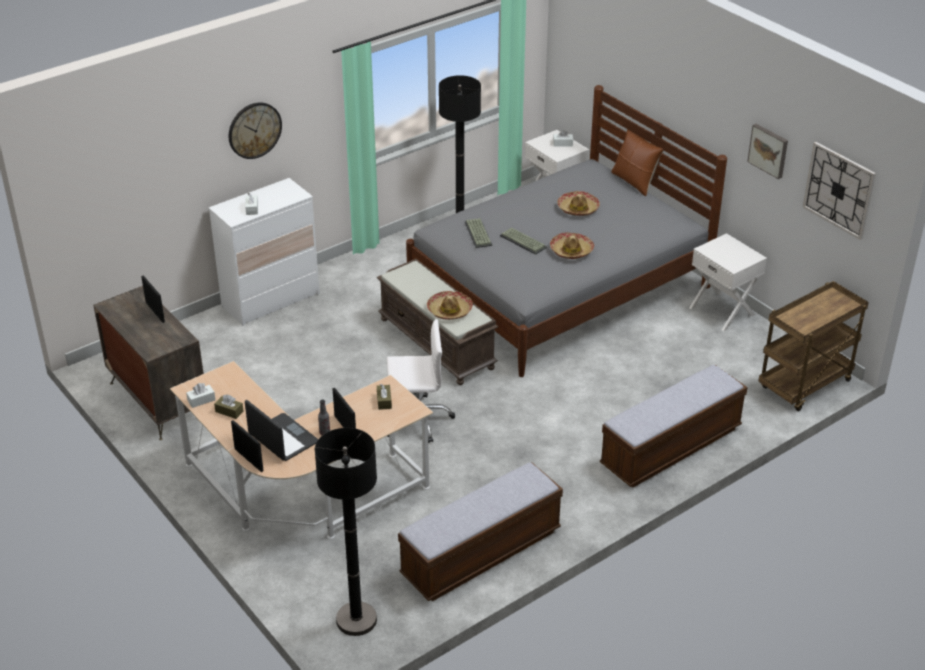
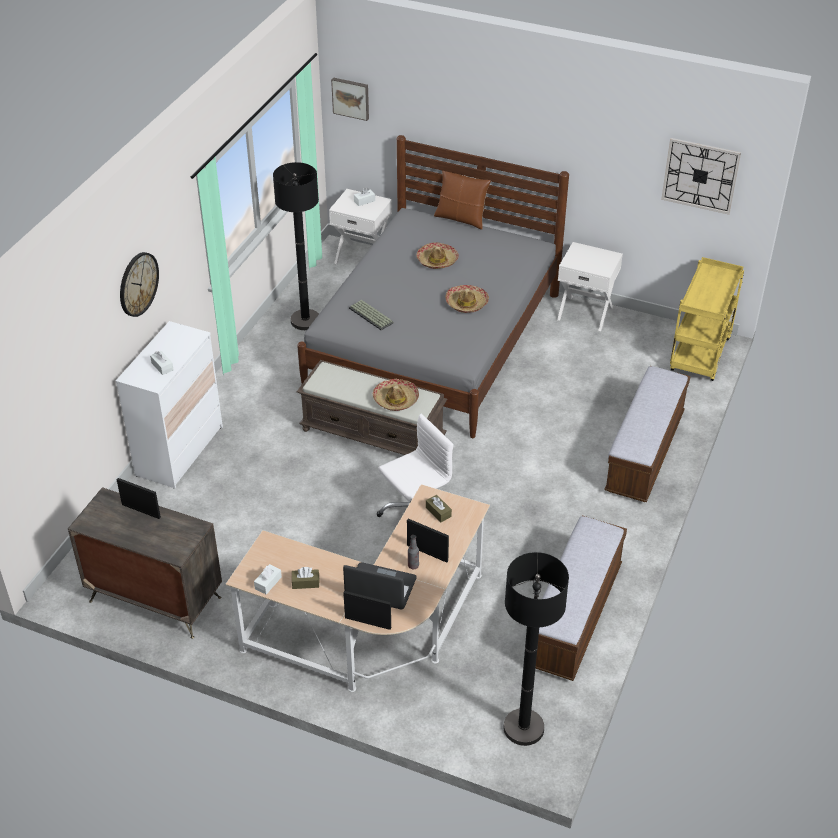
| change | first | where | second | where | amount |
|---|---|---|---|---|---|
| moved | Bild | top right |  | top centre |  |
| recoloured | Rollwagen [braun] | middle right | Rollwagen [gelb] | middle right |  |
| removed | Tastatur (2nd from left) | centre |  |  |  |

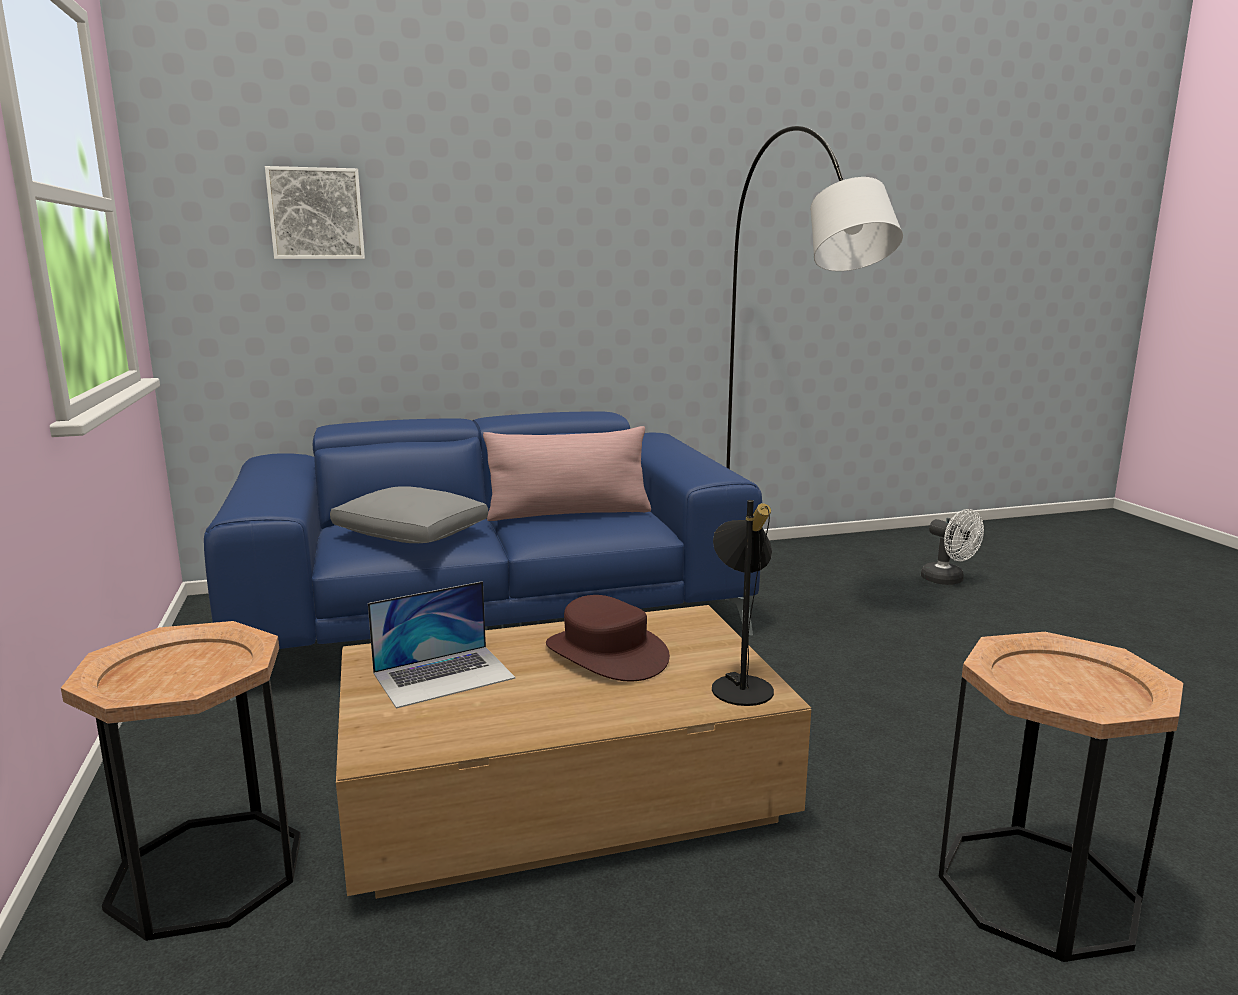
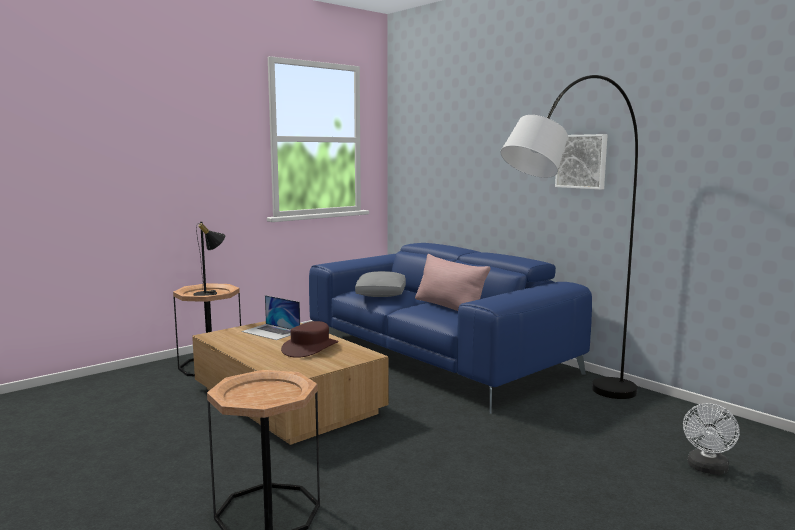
| change | first | where | second | where | amount |
|---|---|---|---|---|---|
| moved | Tischlampe [schwarz] | centre |  | middle left |  |
| moved | Bild | top left |  | top right |  |

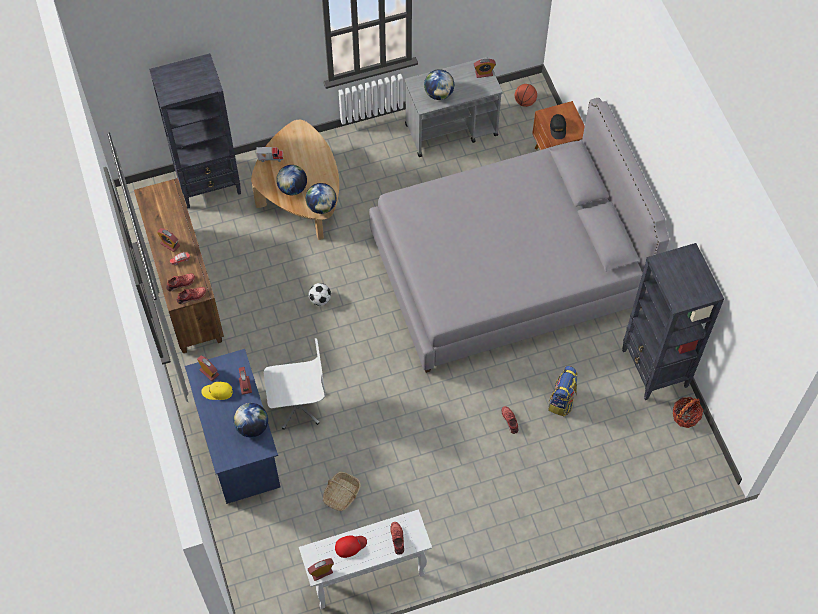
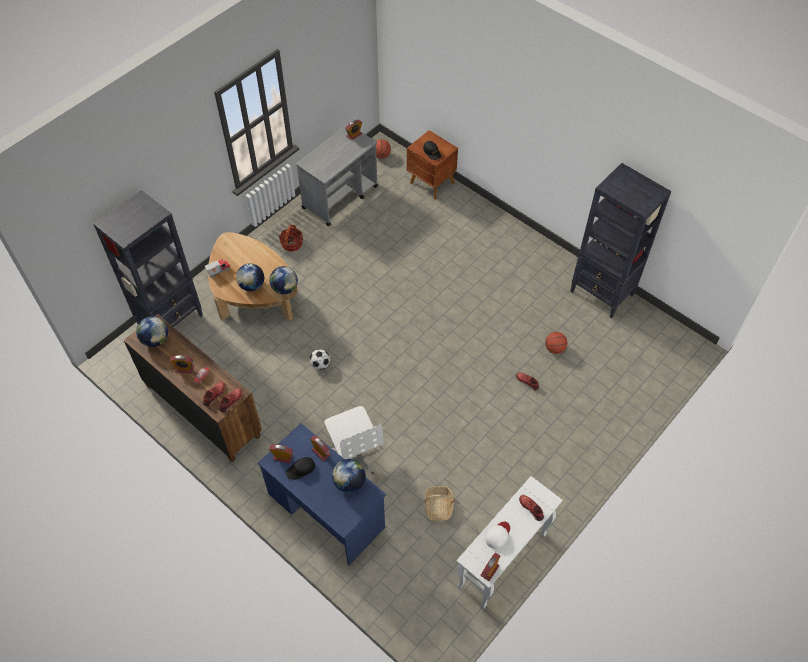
| change | first | where | second | where | amount |
|---|---|---|---|---|---|
| moved | Globus (4th from left in the first image) | top centre | Globus (1st from left) | middle left |  |
| moved | Korb (2nd from left in the first image) | bottom right | Korb (1st from left) | centre |  |
| recoloured | Kappe [gelb] | middle left | Kappe [schwarz] (1st from left) | bottom centre |  |
| turned | Bürostuhl [weiß] | centre |  | centre | 105 degrees clockwise |
| recoloured | Kappe [rot] | bottom centre | Kappe [weiß] | bottom centre |  |
| replaced | Rucksack | middle right | Basketball (2nd from left) | middle right |  |
| removed | Bett [grau] | centre |  |  |  |

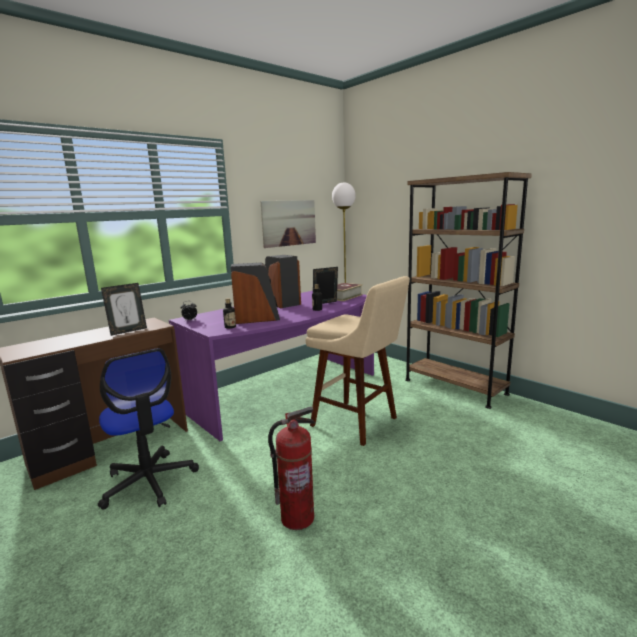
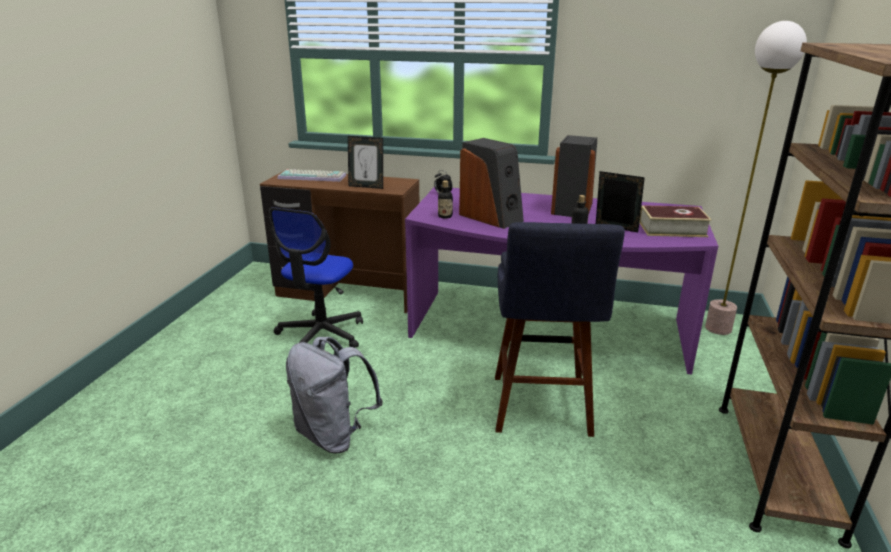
| change | first | where | second | where | amount |
|---|---|---|---|---|---|
| added |  |  | Tastatur | top centre |  |
| replaced | Feuerlöscher | bottom centre | Rucksack [grau] | bottom centre |  |
| recoloured | Hocker [beige] | centre | Hocker [blau] | centre |  |
| removed | Bild | centre |  |  |  |

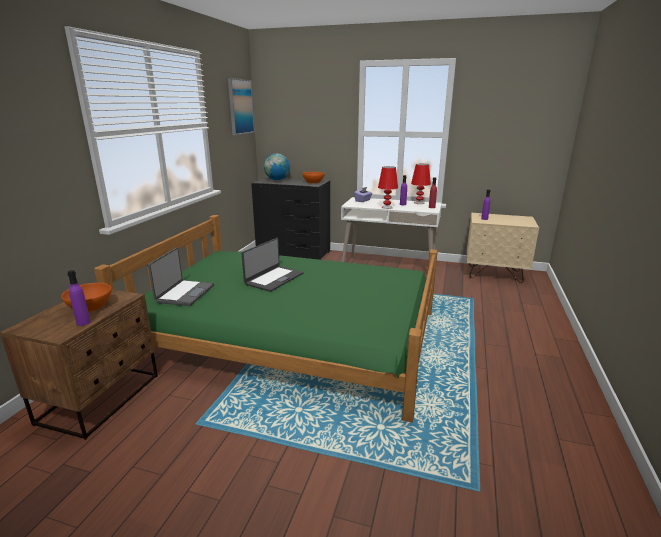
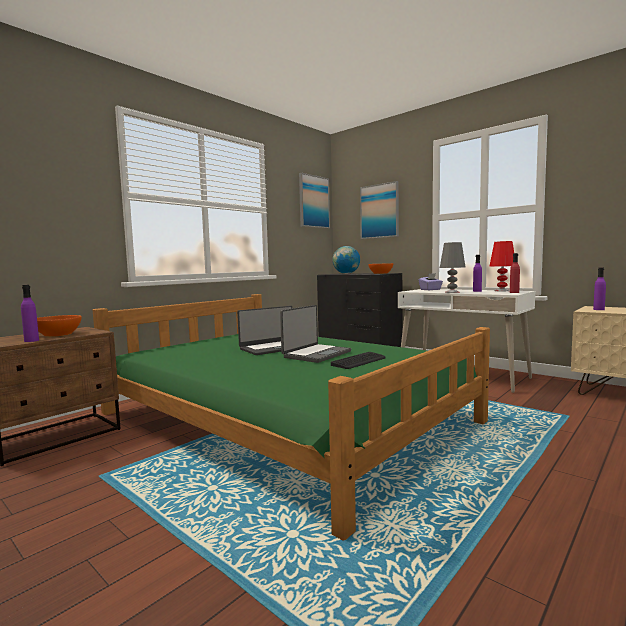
| change | first | where | second | where | amount |
|---|---|---|---|---|---|
| moved | Laptop (1st from left in the first image) | middle left | Laptop (2nd from left) | centre |  |
| added |  |  | Tastatur | centre |  |
| added |  |  | Bild (2nd from left) | centre |  |
| recoloured | Tischlampe [rot] (1st from left) | centre | Tischlampe [grau] | middle right |  |

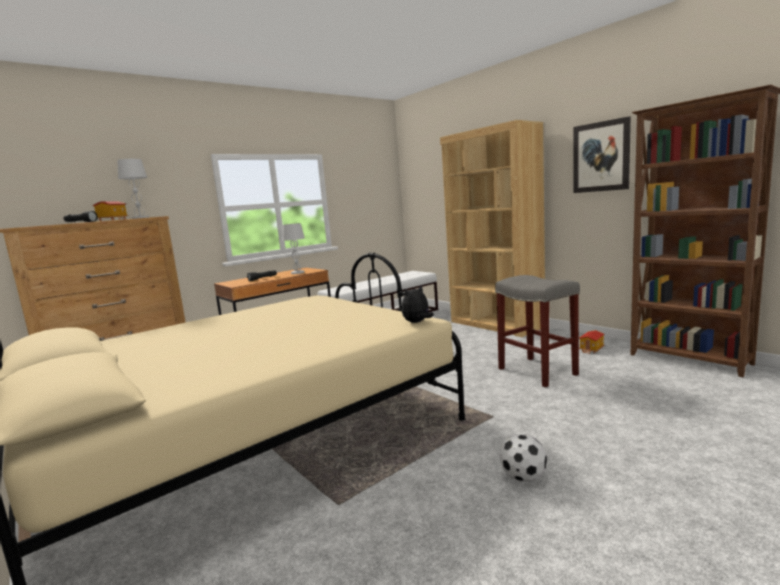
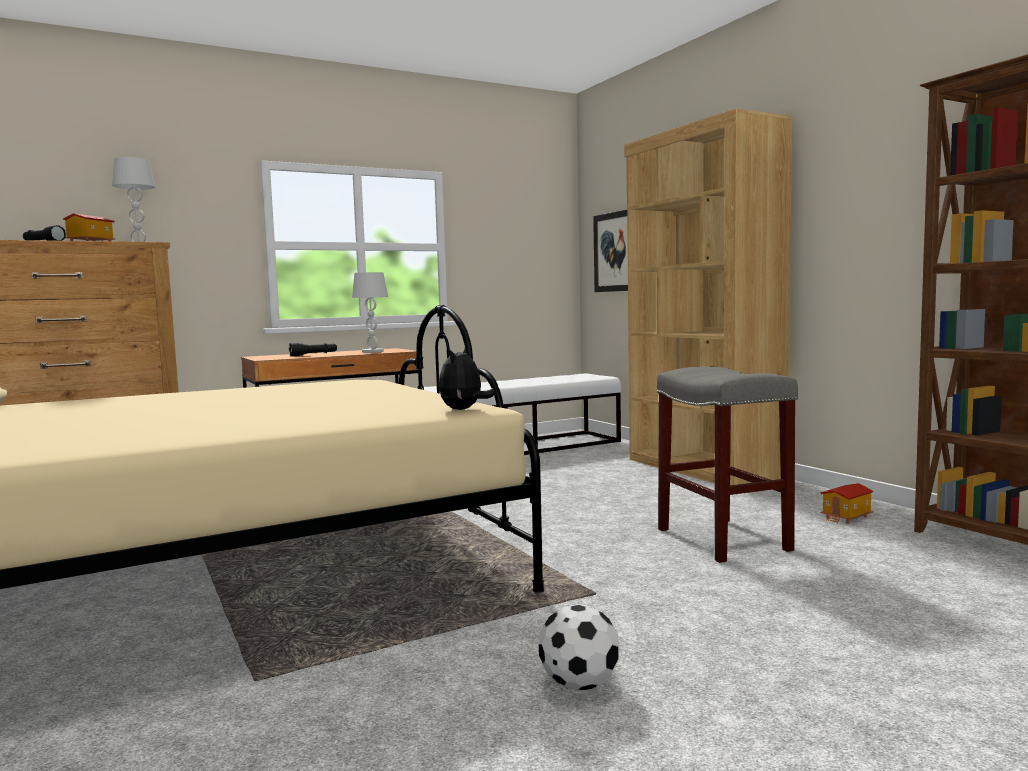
| change | first | where | second | where | amount |
|---|---|---|---|---|---|
| turned | Plüschtier | centre |  | centre | 45 degrees counterclockwise |
| moved | Bild | top right |  | top centre |  |

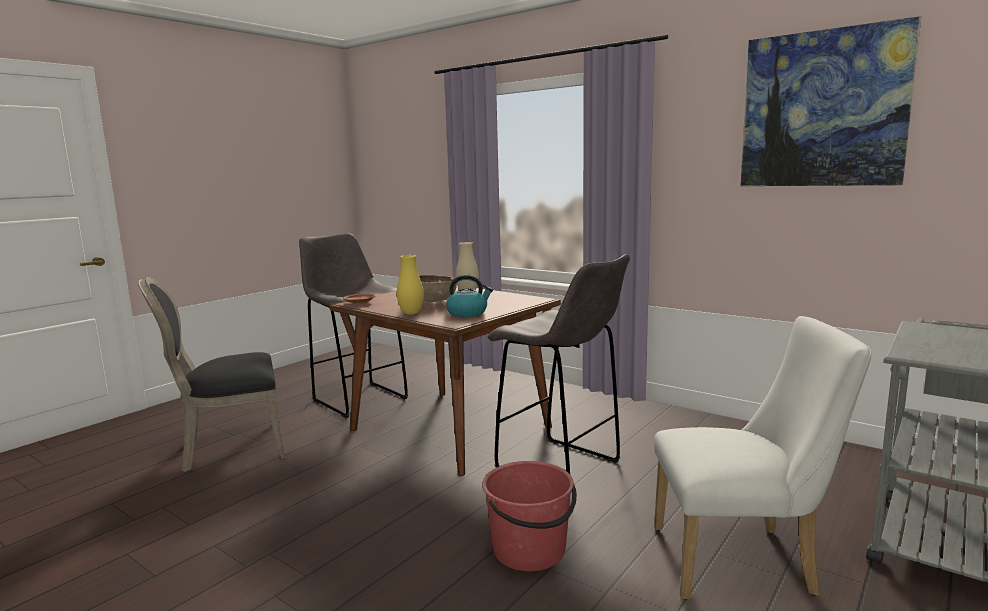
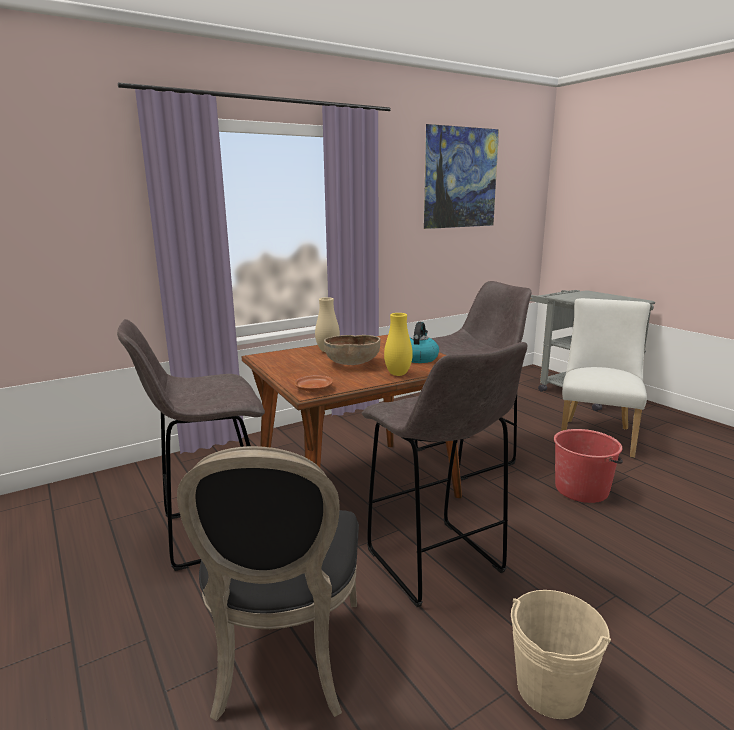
| change | first | where | second | where | amount |
|---|---|---|---|---|---|
| added |  |  | Hocker [grau] (2nd from left) | centre |  |
| added |  |  | Eimer [beige] | bottom right |  |

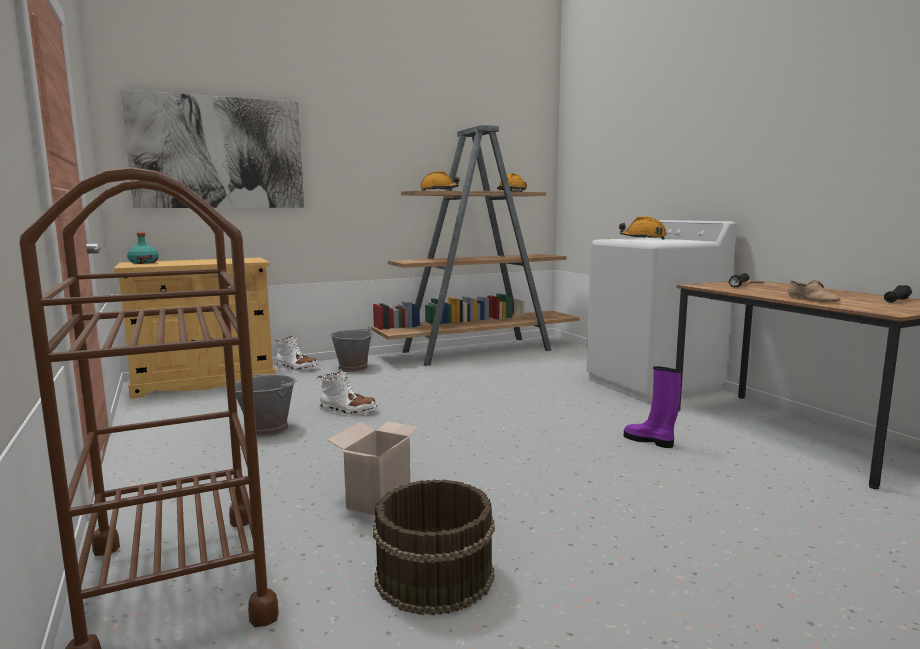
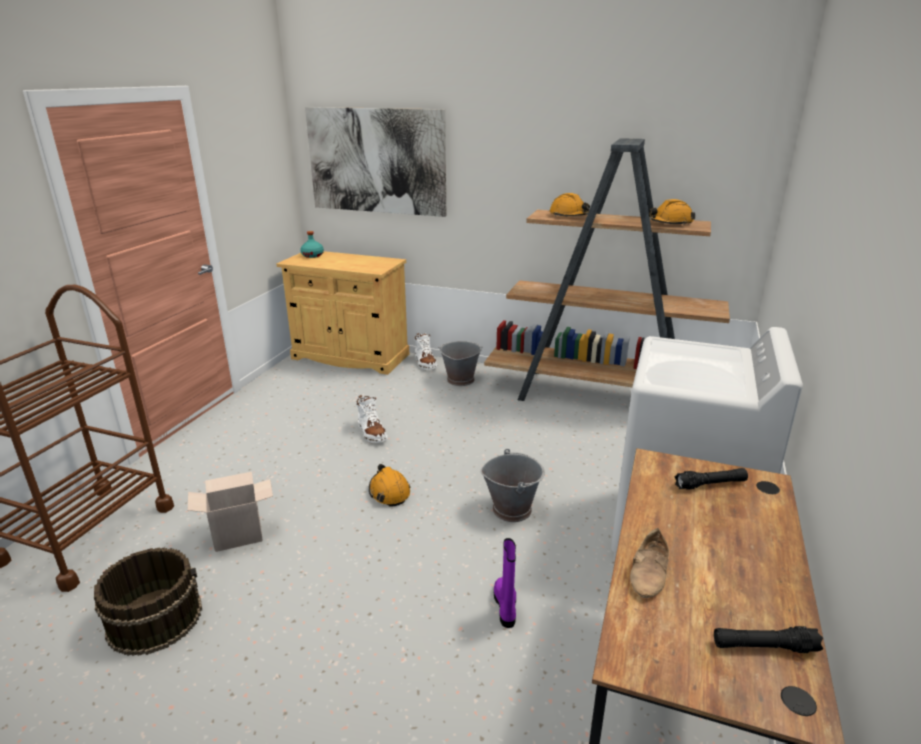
| change | first | where | second | where | amount |
|---|---|---|---|---|---|
| moved | Schutzhelm [orange] (3rd from left in the first image) | middle right | Schutzhelm [orange] (1st from left) | centre |  |
| moved | Eimer [grau] (1st from left in the first image) | middle left | Eimer [grau] (2nd from left) | centre |  |

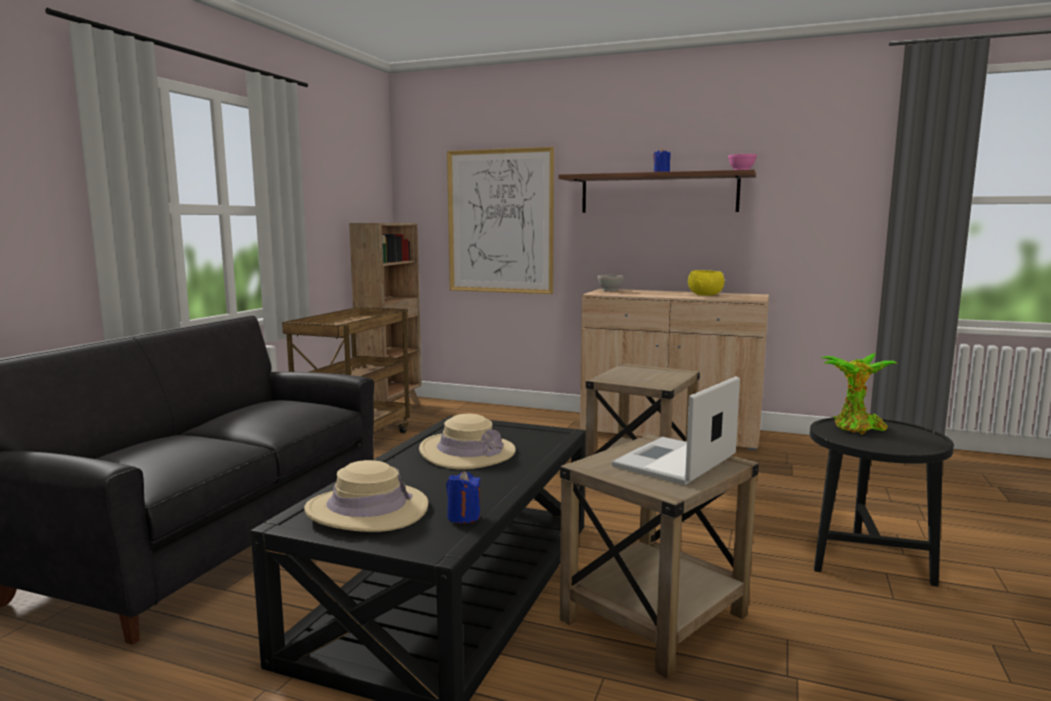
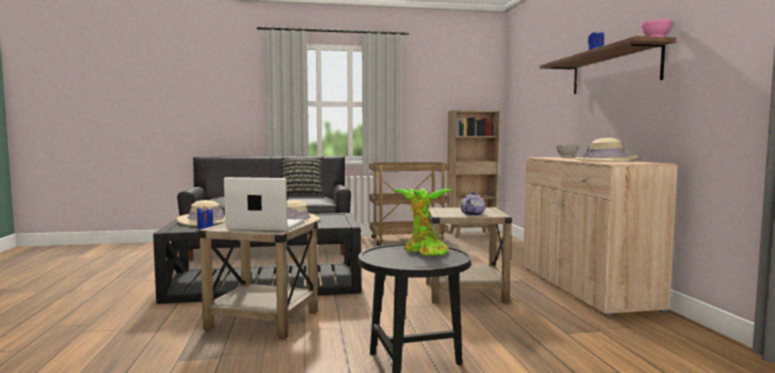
| change | first | where | second | where | amount |
|---|---|---|---|---|---|
| added |  |  | Kissen | centre |  |
| added |  |  | Teekanne | centre |  |
| replaced | Schüssel [gelb] | middle right | Hut [beige] (3rd from left) | middle right |  |
| removed | Bild | top centre |  |  |  |

